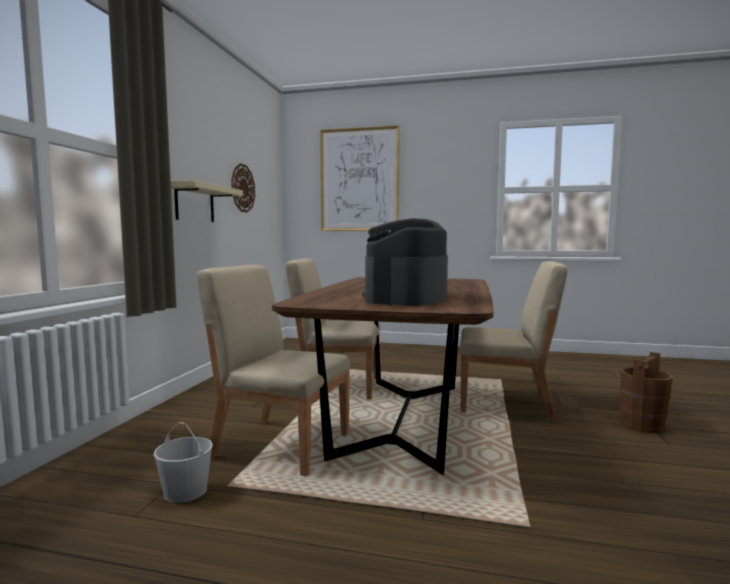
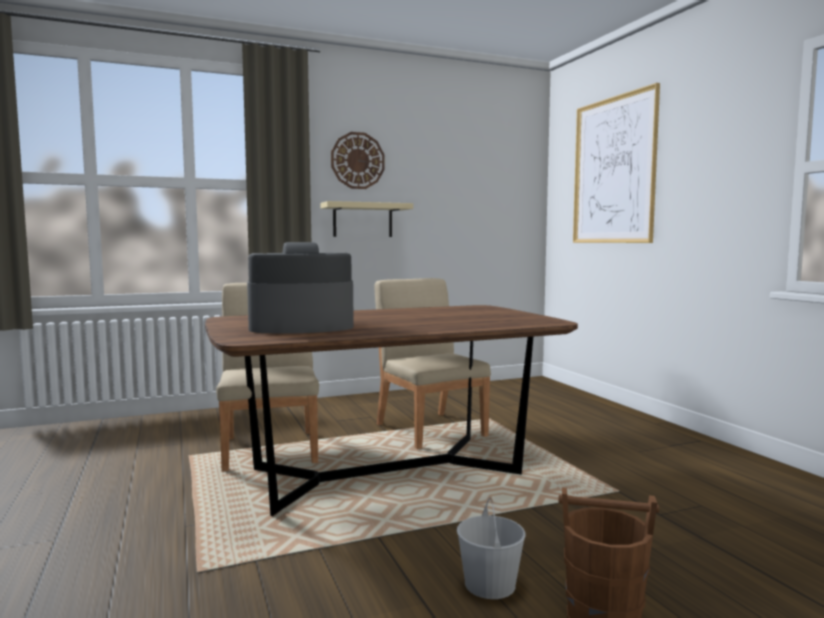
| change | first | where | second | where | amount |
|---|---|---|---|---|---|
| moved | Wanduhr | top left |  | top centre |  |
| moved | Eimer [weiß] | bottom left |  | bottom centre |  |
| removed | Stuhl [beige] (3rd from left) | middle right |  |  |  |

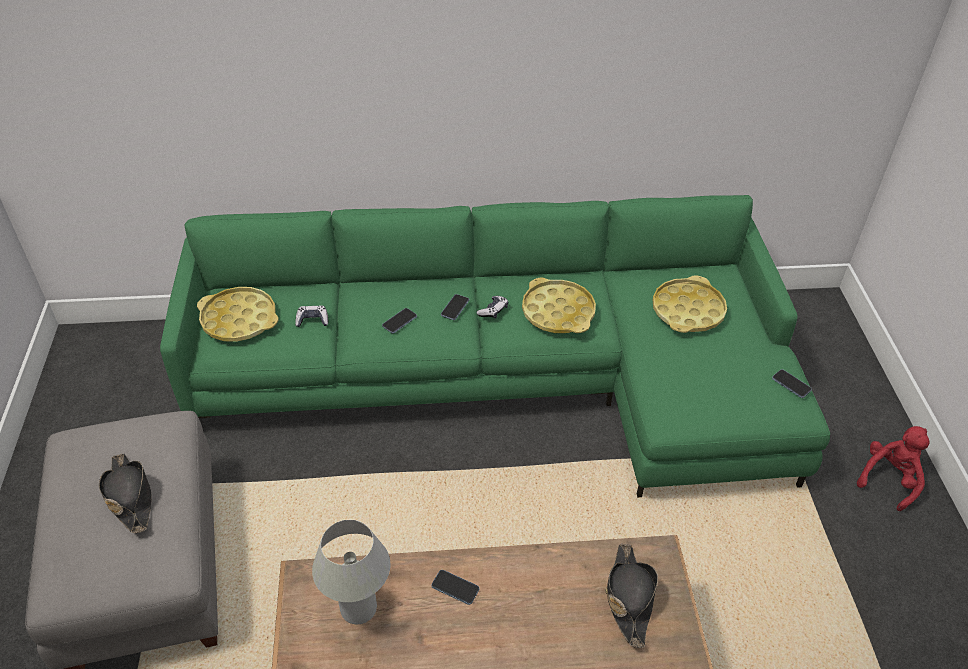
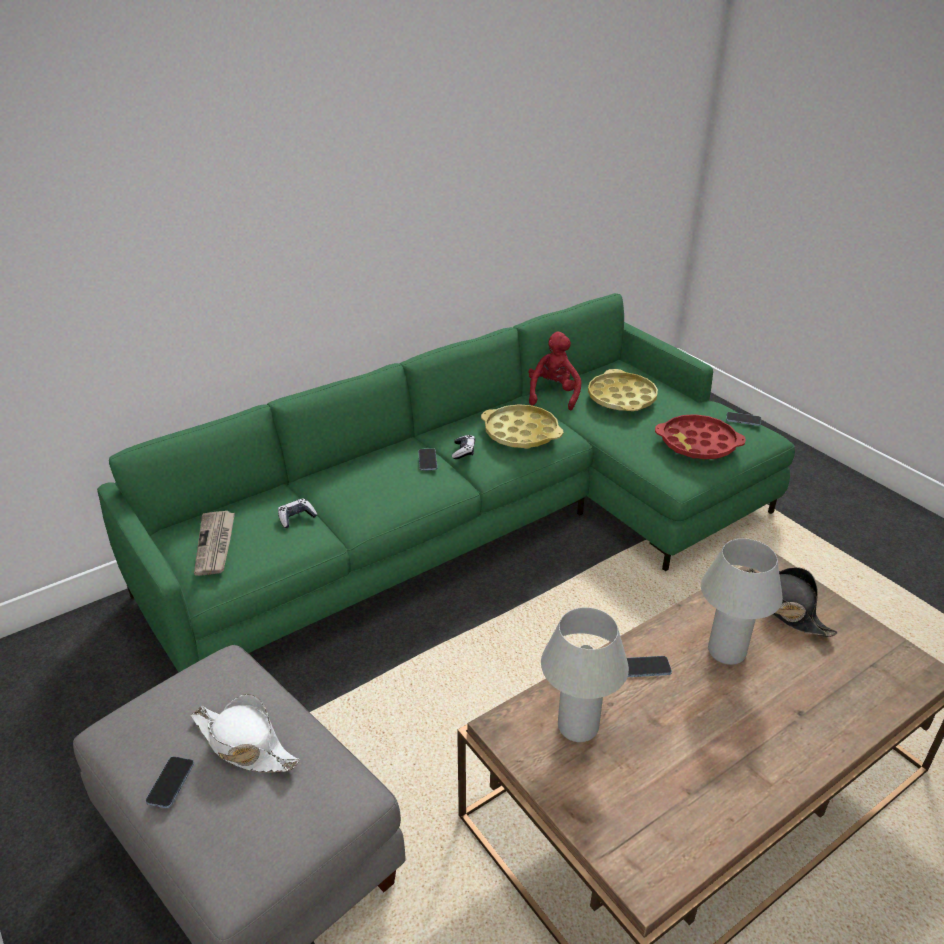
| change | first | where | second | where | amount |
|---|---|---|---|---|---|
| moved | Handy (1st from left) | centre |  | bottom left |  |
| recoloured | Hut [schwarz] (1st from left) | bottom left | Hut [weiß] | bottom left |  |
| replaced | Tablett [gelb] (1st from left) | middle left | Zeitung | middle left |  |
| moved | Plüschtier [rot] | bottom right |  | centre |  |
| added |  |  | Tablett [rot] | middle right |  |
| added |  |  | Tischlampe [weiß] (2nd from left) | middle right |  |

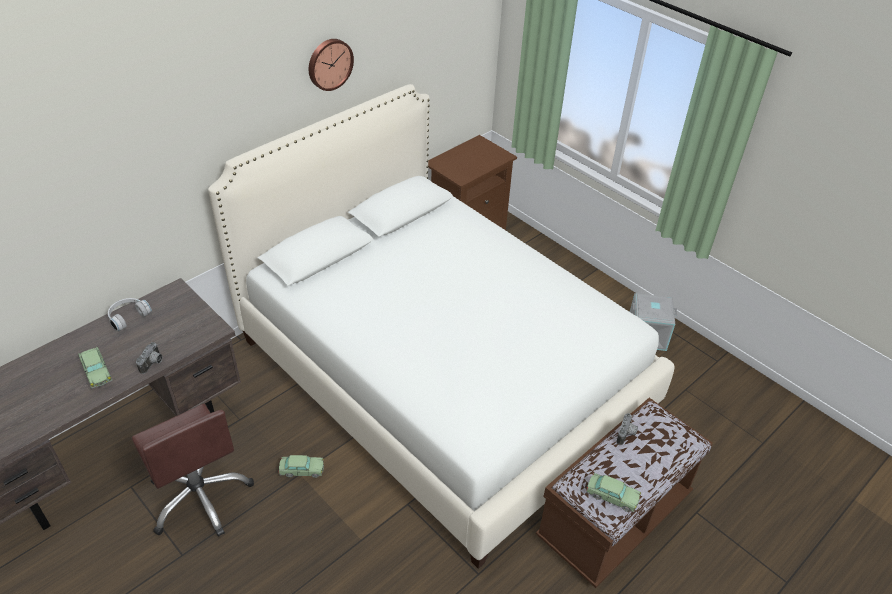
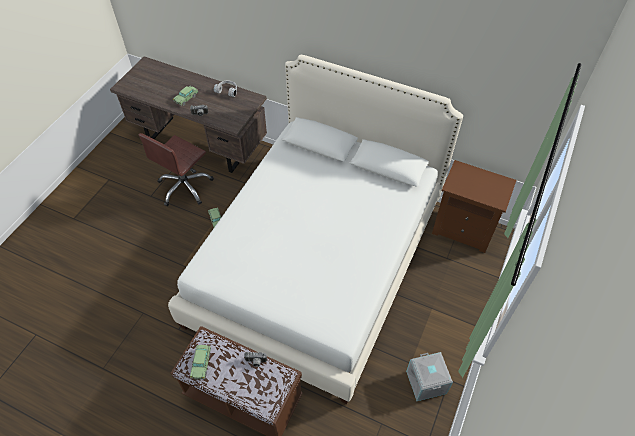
| change | first | where | second | where | amount |
|---|---|---|---|---|---|
| removed | Wanduhr | top centre |  |  |  |

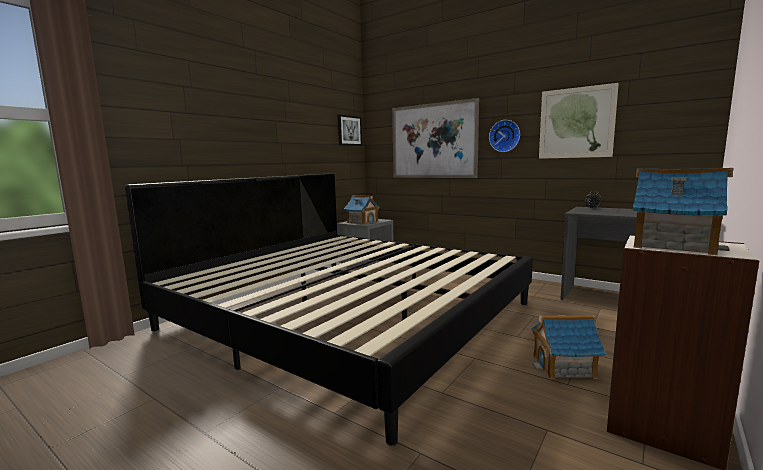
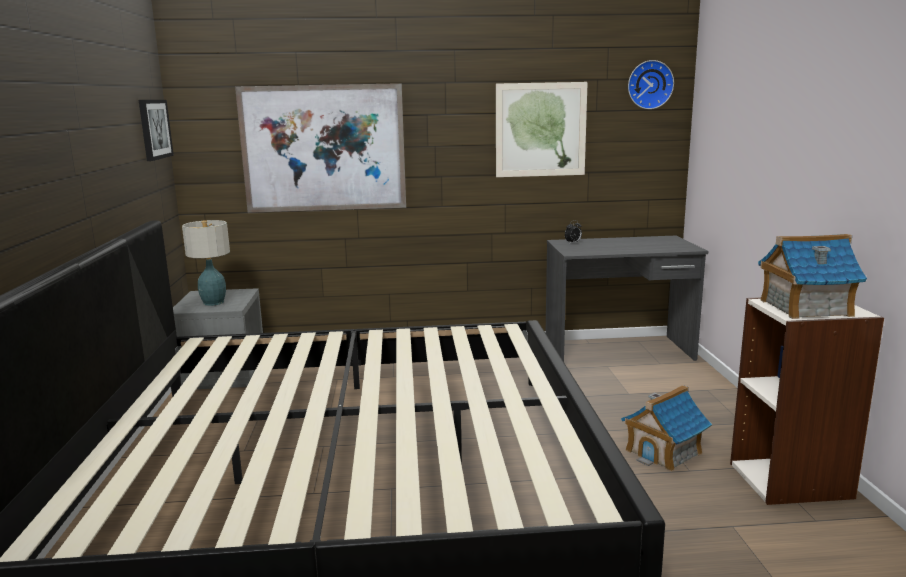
| change | first | where | second | where | amount |
|---|---|---|---|---|---|
| replaced | Spielzeughaus (1st from left) | centre | Tischlampe | middle left |  |
| moved | Wanduhr | top centre |  | top right |  |

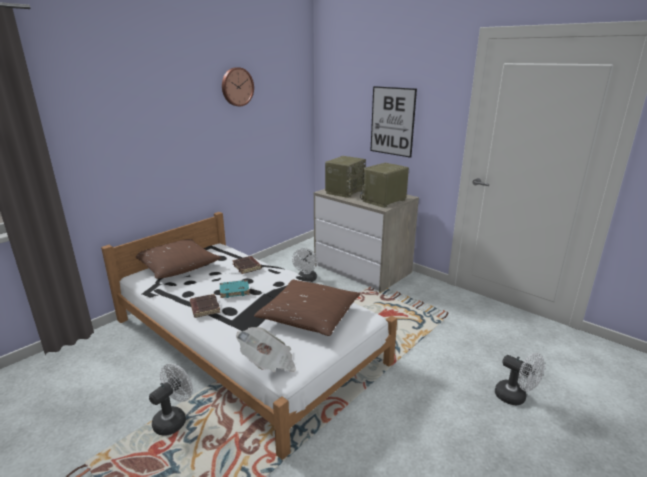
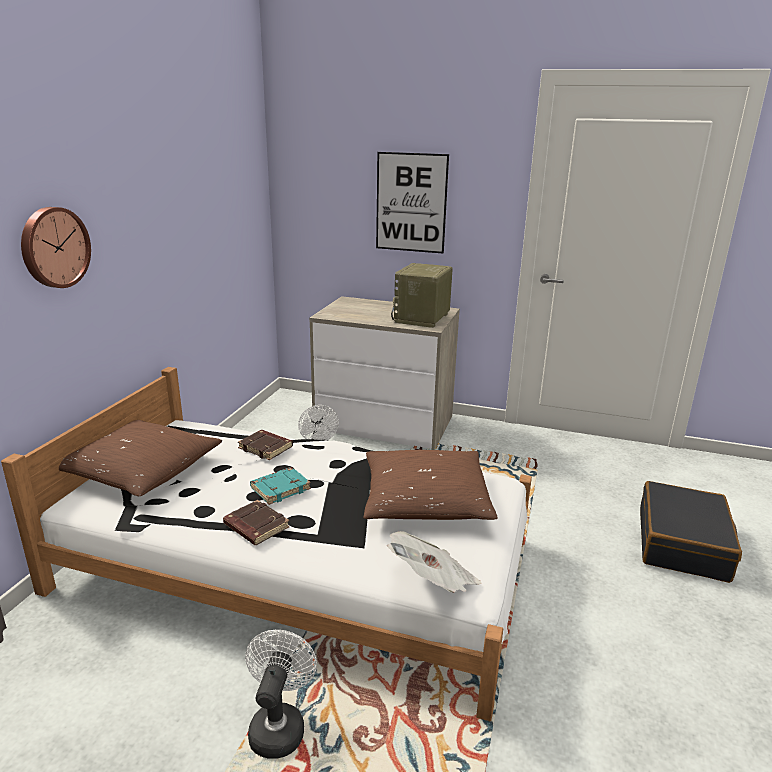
| change | first | where | second | where | amount |
|---|---|---|---|---|---|
| moved | Wanduhr | top centre |  | top left |  |
| replaced | Ventilator [weiß] (3rd from left) | bottom right | Koffer [schwarz] | bottom right |  |
| removed | Radio (1st from left) | centre |  |  |  |

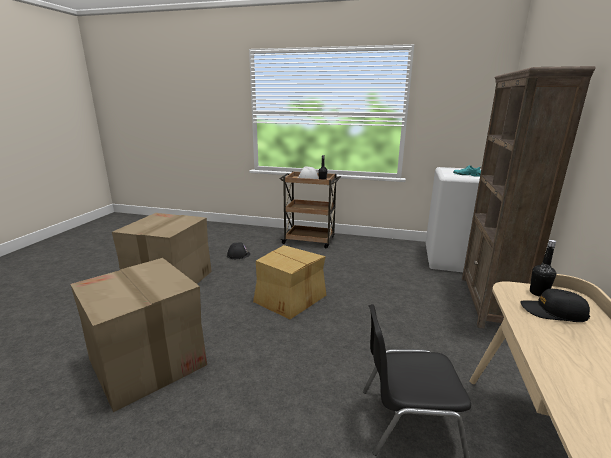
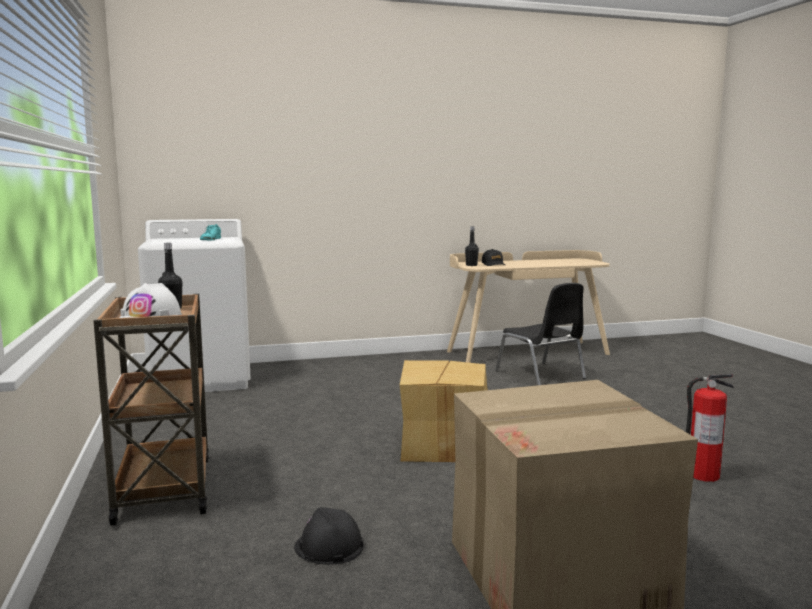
| change | first | where | second | where | amount |
|---|---|---|---|---|---|
| replaced | Karton (1st from left) | bottom left | Feuerlöscher | bottom right |  |
| removed | Bücherregal [braun] | middle right |  |  |  |

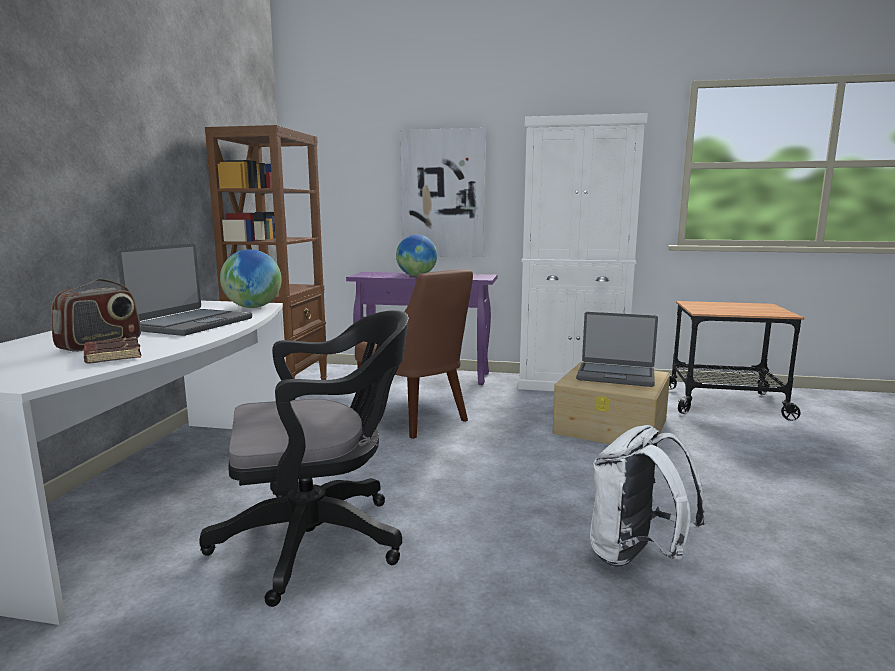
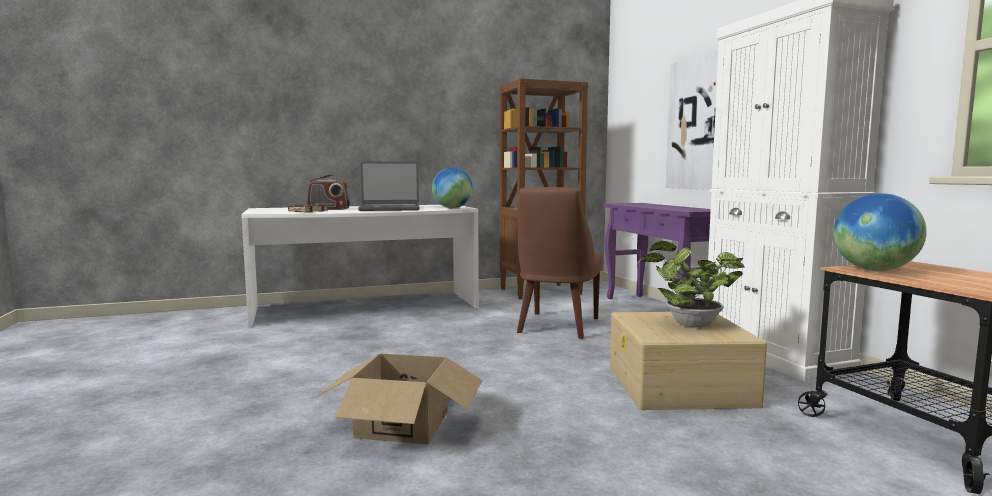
| change | first | where | second | where | amount |
|---|---|---|---|---|---|
| replaced | Rucksack [weiß] | bottom right | Karton | bottom centre |  |
| replaced | Laptop (2nd from left) | middle right | Topfpflanze | middle right |  |
| moved | Globus (2nd from left) | centre |  | middle right |  |
| removed | Bürostuhl [schwarz] | bottom centre |  |  |  |

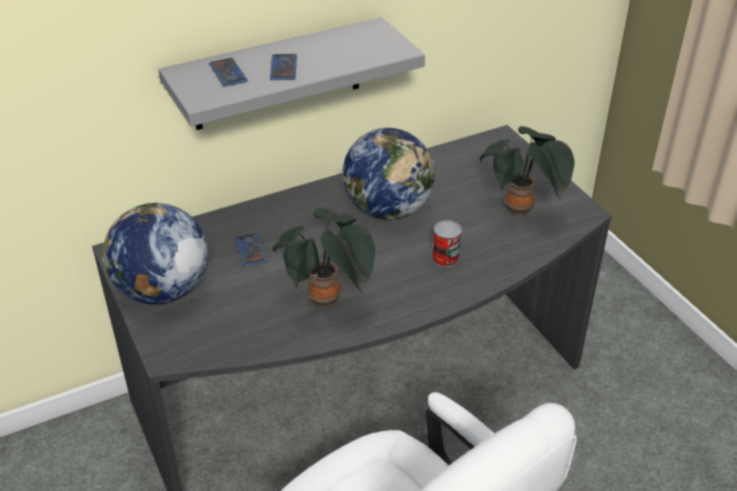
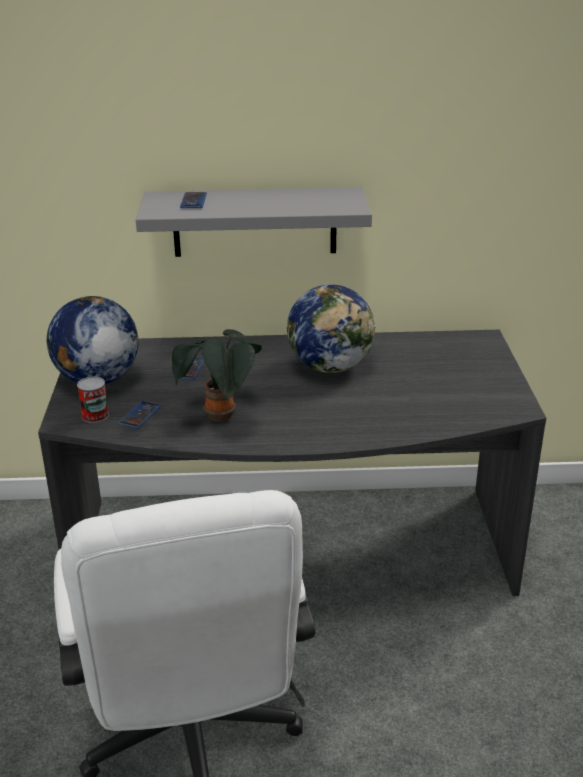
| change | first | where | second | where | amount |
|---|---|---|---|---|---|
| moved | Dose | centre |  | middle left |  |
| moved | Handy (3rd from left in the first image) | top centre | Handy (1st from left) | middle left |  |
| removed | Topfpflanze (2nd from left) | middle right |  |  |  |

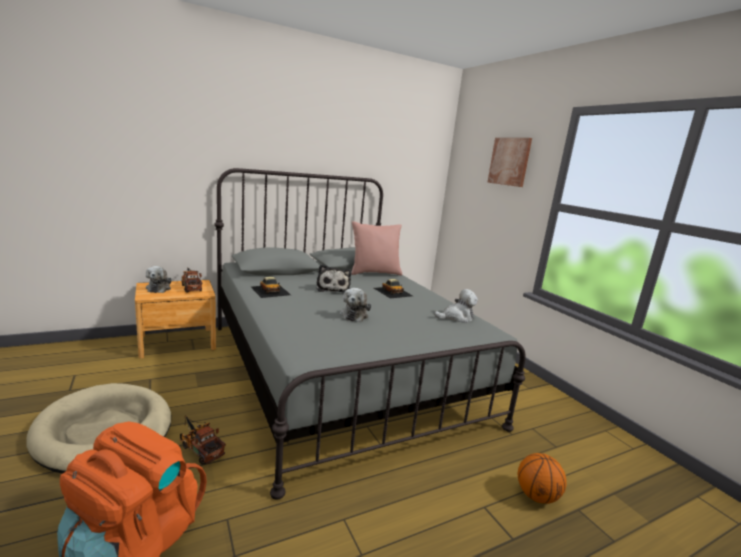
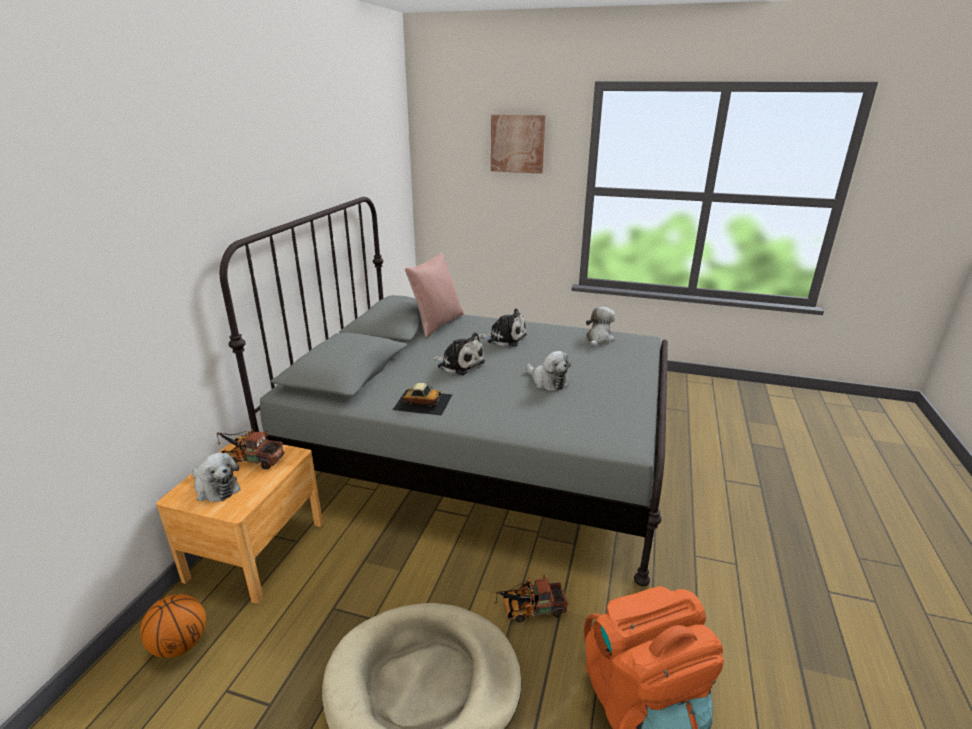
| change | first | where | second | where | amount |
|---|---|---|---|---|---|
| moved | Basketball | bottom right |  | bottom left |  |
| replaced | Spielzeugauto (2nd from left) | centre | Plüschtier (3rd from left) | centre |  |

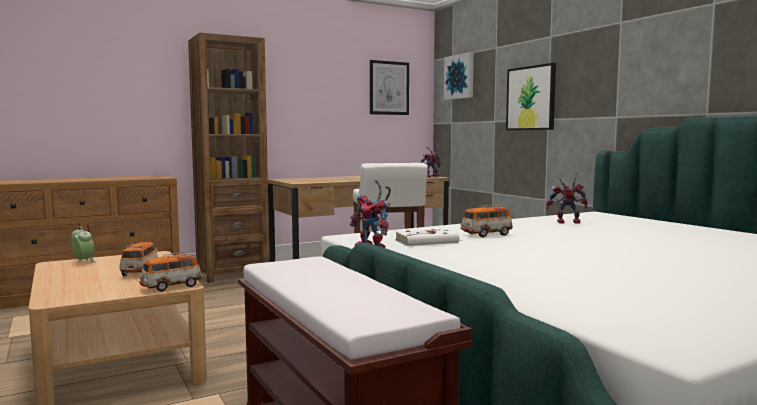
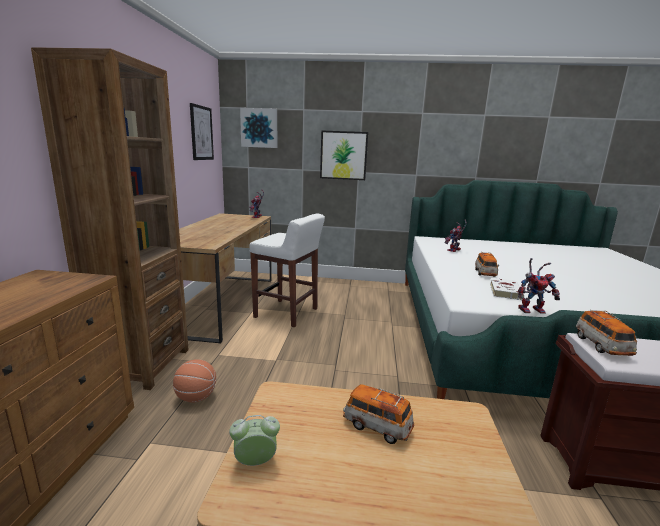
| change | first | where | second | where | amount |
|---|---|---|---|---|---|
| added |  |  | Basketball | bottom left |  |
| moved | Spielzeugauto (2nd from left in the first image) | bottom left | Spielzeugauto (3rd from left) | middle right |  |

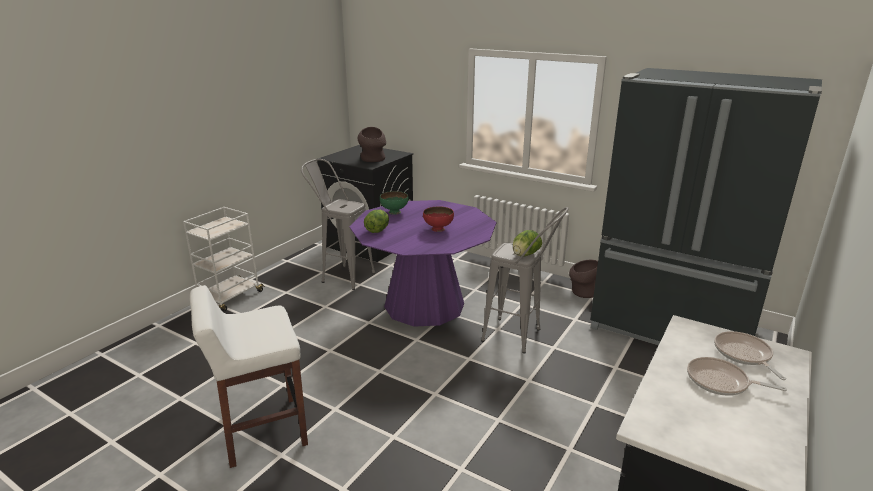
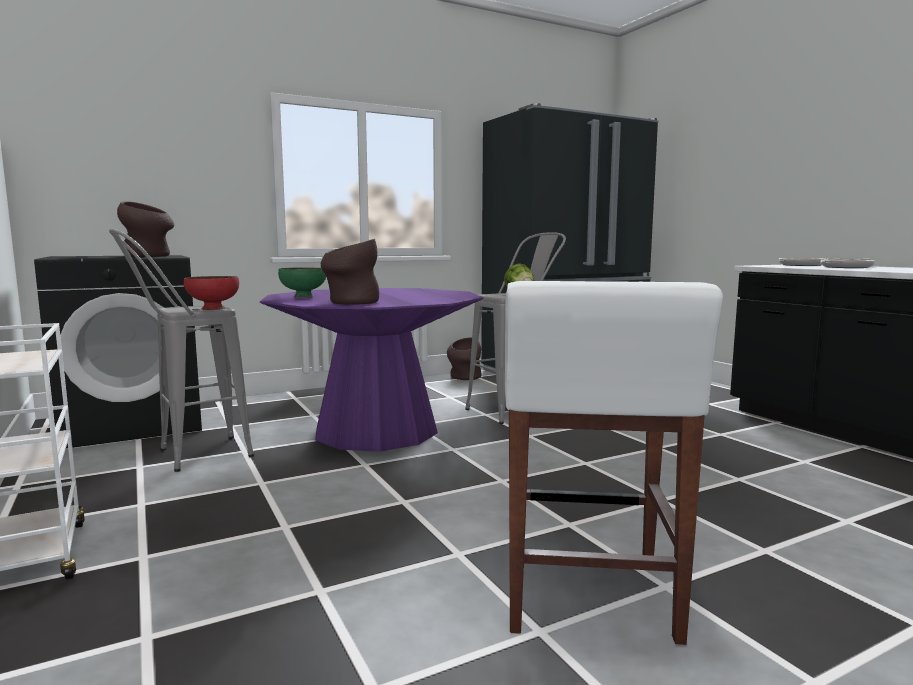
| change | first | where | second | where | amount |
|---|---|---|---|---|---|
| moved | Schüssel [rot] | centre |  | middle left |  |
| replaced | Salatkopf (1st from left) | centre | Vase [braun] (2nd from left) | centre |  |

